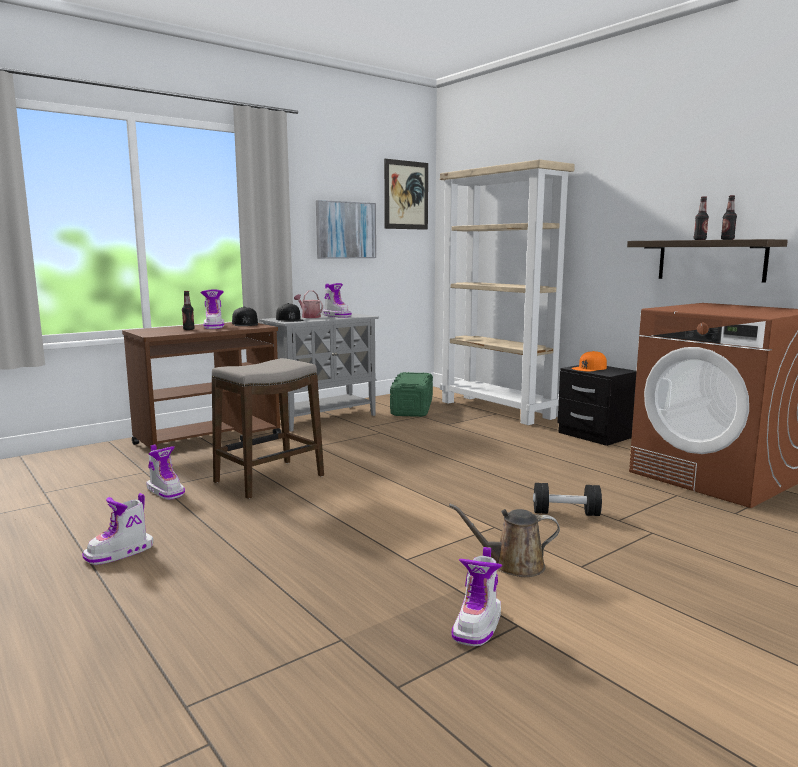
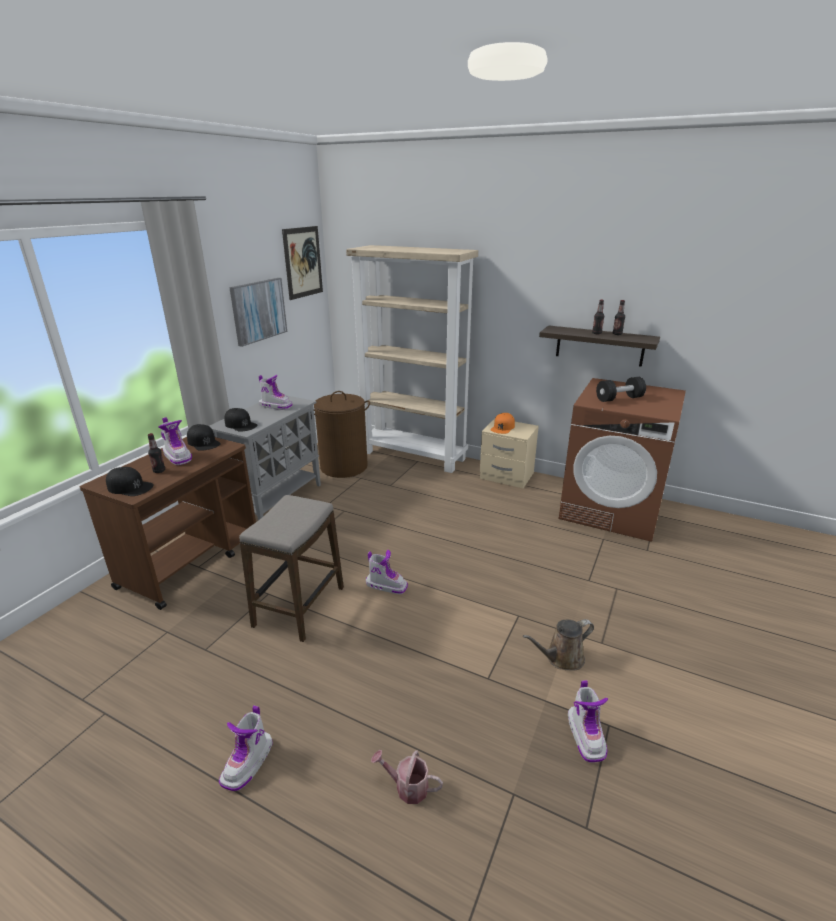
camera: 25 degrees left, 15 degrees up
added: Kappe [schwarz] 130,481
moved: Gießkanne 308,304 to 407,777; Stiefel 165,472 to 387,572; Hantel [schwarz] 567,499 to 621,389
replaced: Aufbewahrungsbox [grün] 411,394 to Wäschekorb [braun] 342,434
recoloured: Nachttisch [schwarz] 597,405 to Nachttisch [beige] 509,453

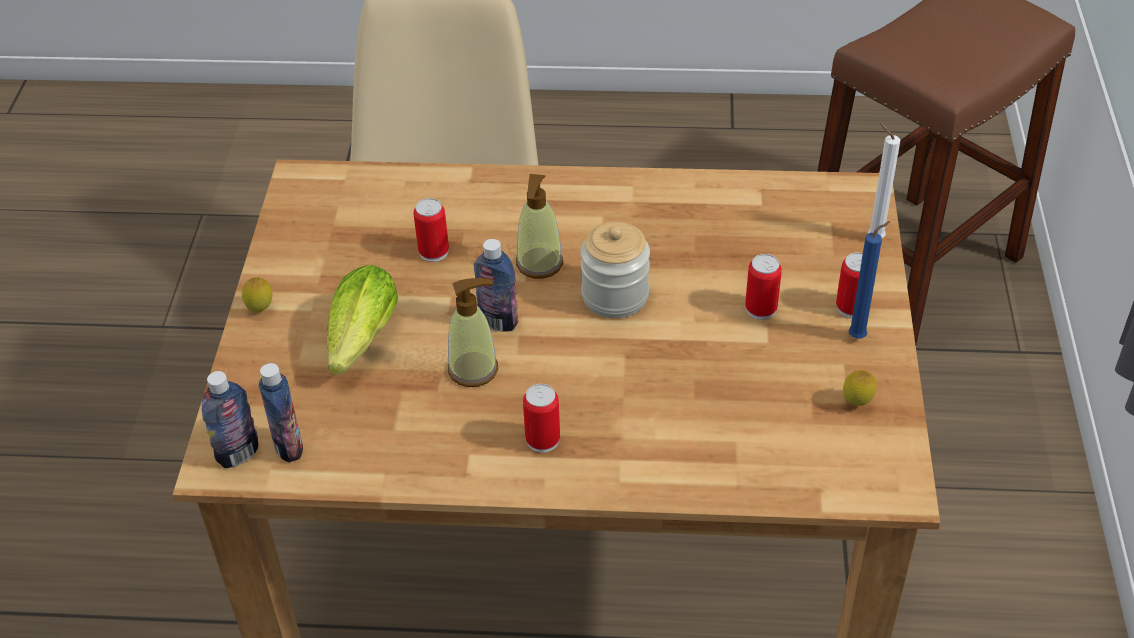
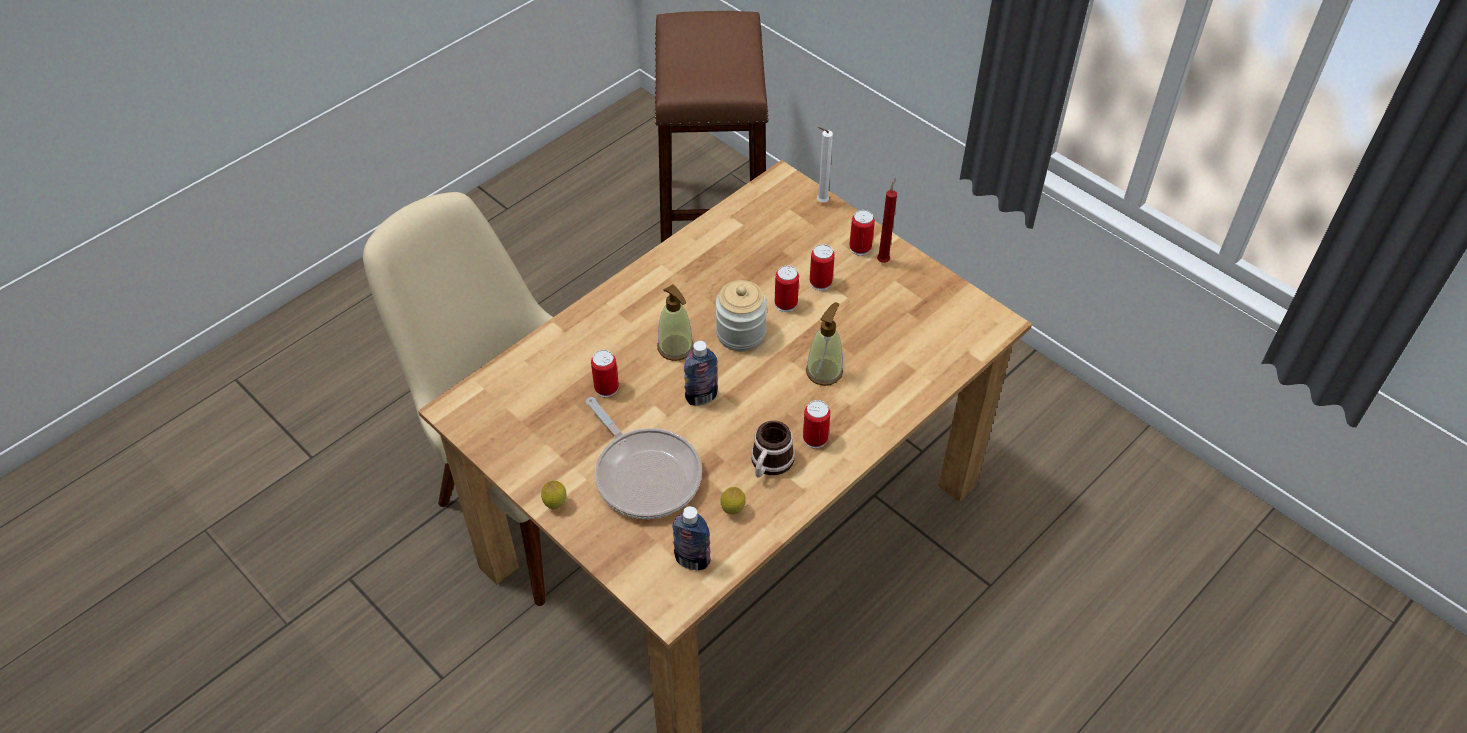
camera: 50 degrees left, 5 degrees up
removed: Flasche 230,419
added: Dose 787,288; Henkelbecher 773,449
moved: Seifenspender 473,332 to 824,344; Zitrone 860,388 to 733,501
replaced: Salatkopf 362,320 to Pfanne 644,458
recoloured: Kerze [blau] 869,280 to Kerze [rot] 887,220

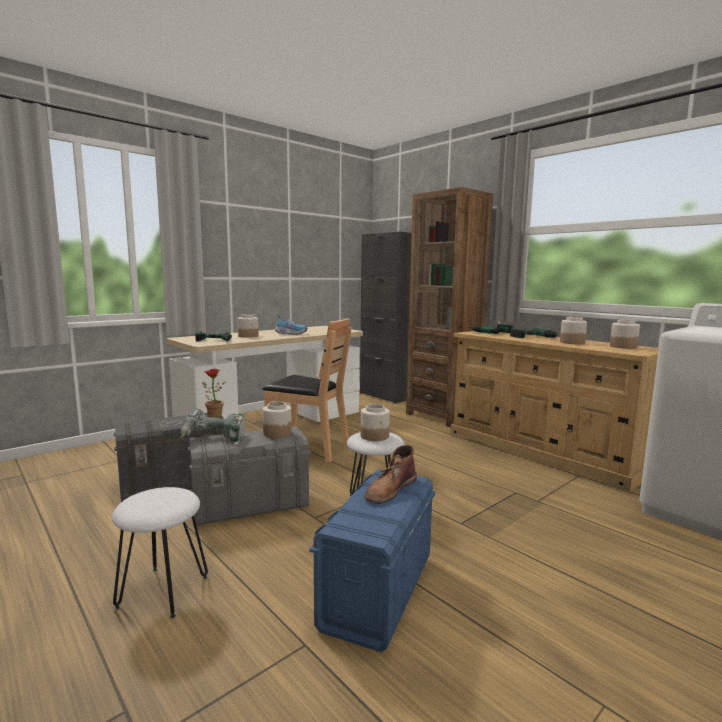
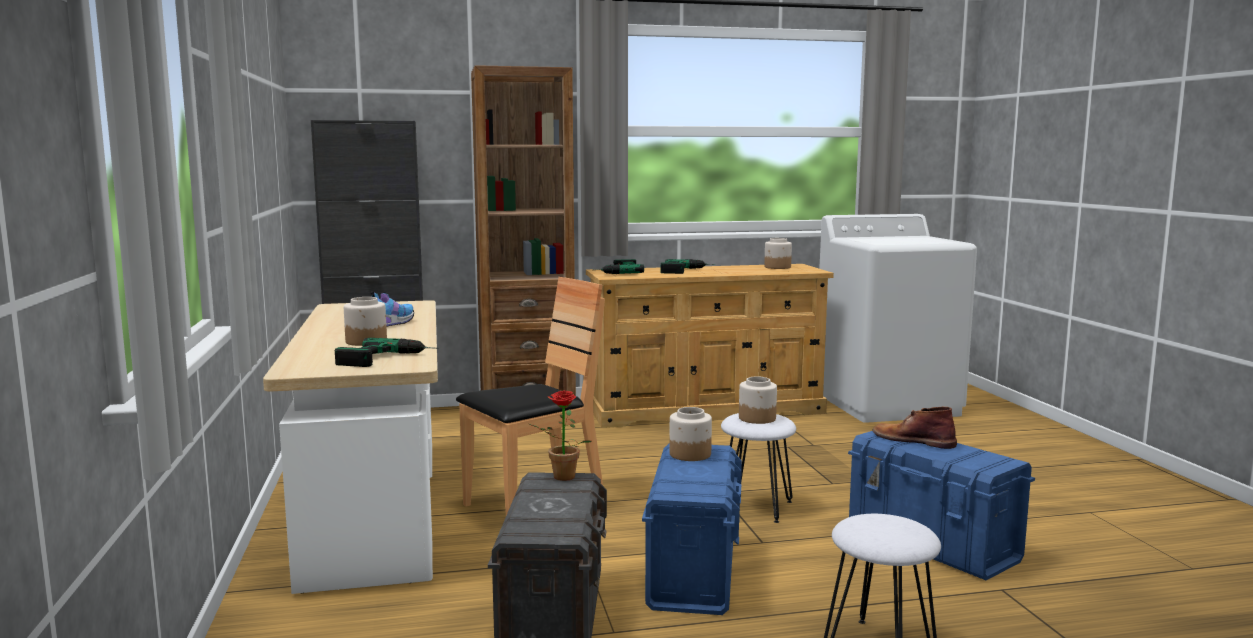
camera: 60 degrees left, 0 degrees up
removed: Vorratsglas 573,330; Bohrmaschine 213,426
recoloured: Aufbewahrungsbox [grau] 249,476 to Aufbewahrungsbox [blau] 692,529
turned: Stiefel [braun] 390,474 = 915,427 150 degrees clockwise

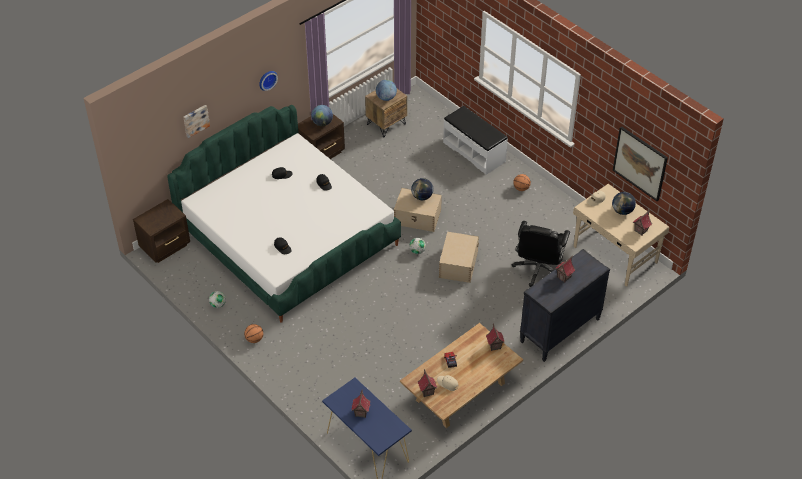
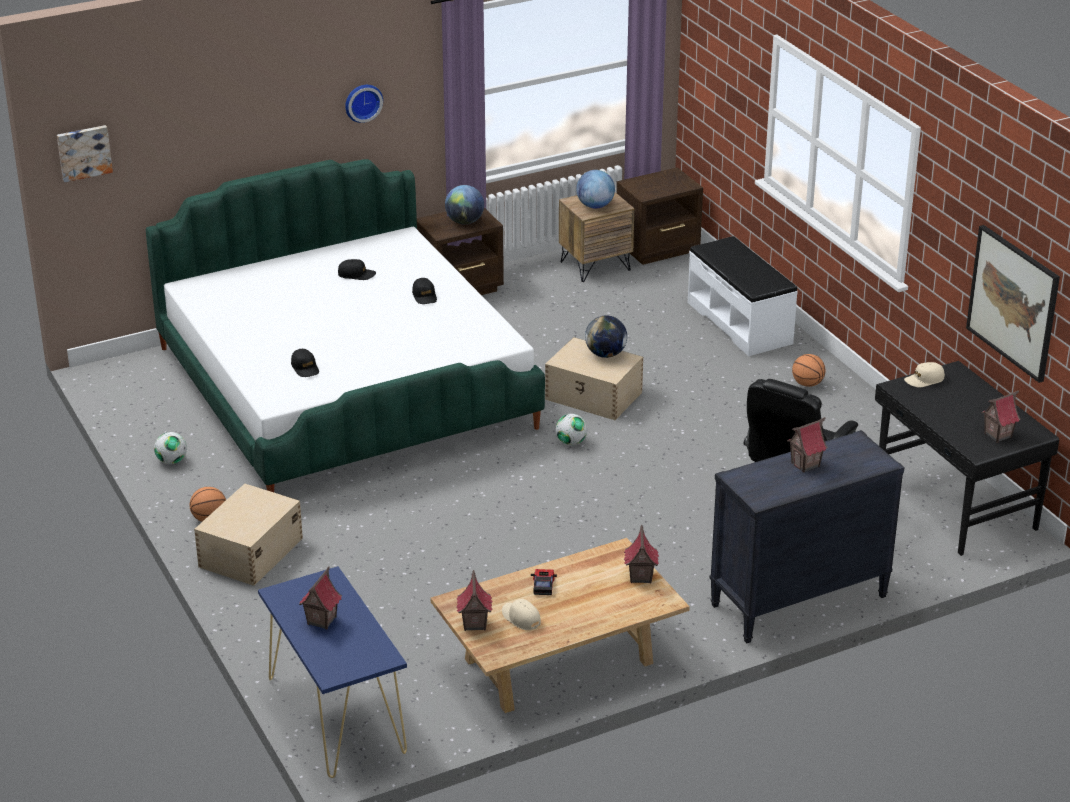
camera: 15 degrees right, 15 degrees down
removed: Globus 624,203
moved: Bild 196,121 to 85,153; Nachttisch [braun] 161,231 to 659,216; Aufbewahrungsbox [beige] 459,257 to 248,535
recoloured: Schreibtisch [beige] 621,235 to Schreibtisch [schwarz] 967,458

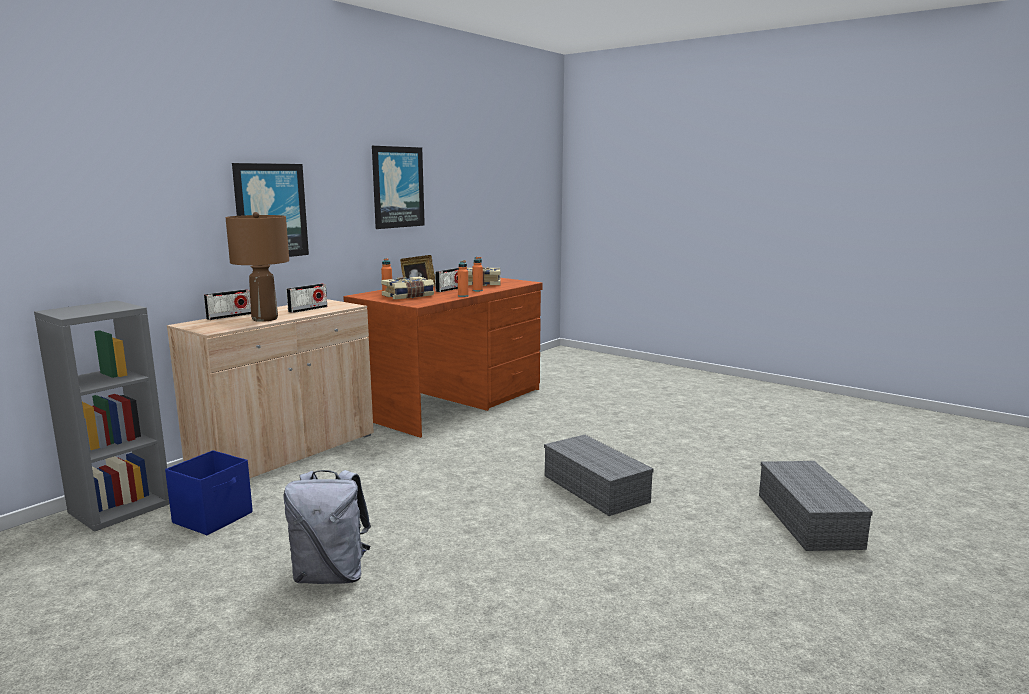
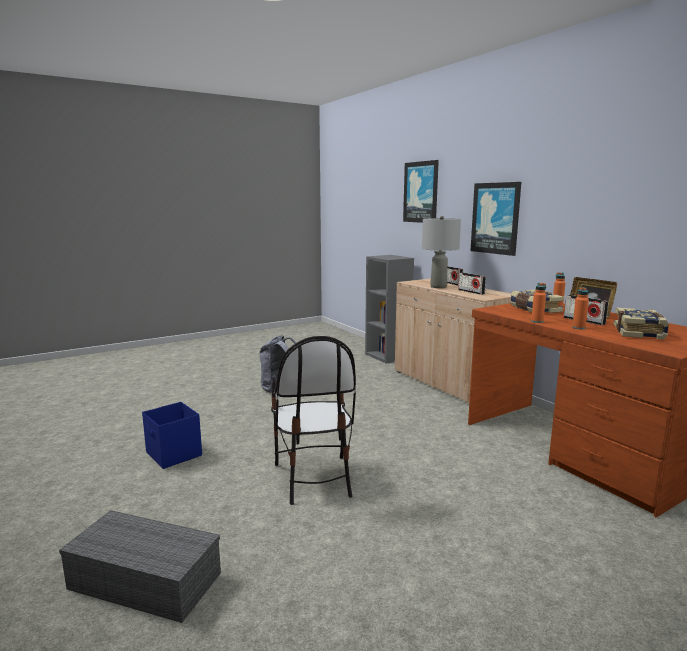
camera: 110 degrees right, 0 degrees up
moved: Bild 398,187 to 421,191; Aufbewahrungsbox [blau] 209,492 to 172,435
replaced: Aufbewahrungsbox [grau] 599,475 to Stuhl 313,420
recoloured: Tischlampe [braun] 257,267 to Tischlampe [grau] 441,252

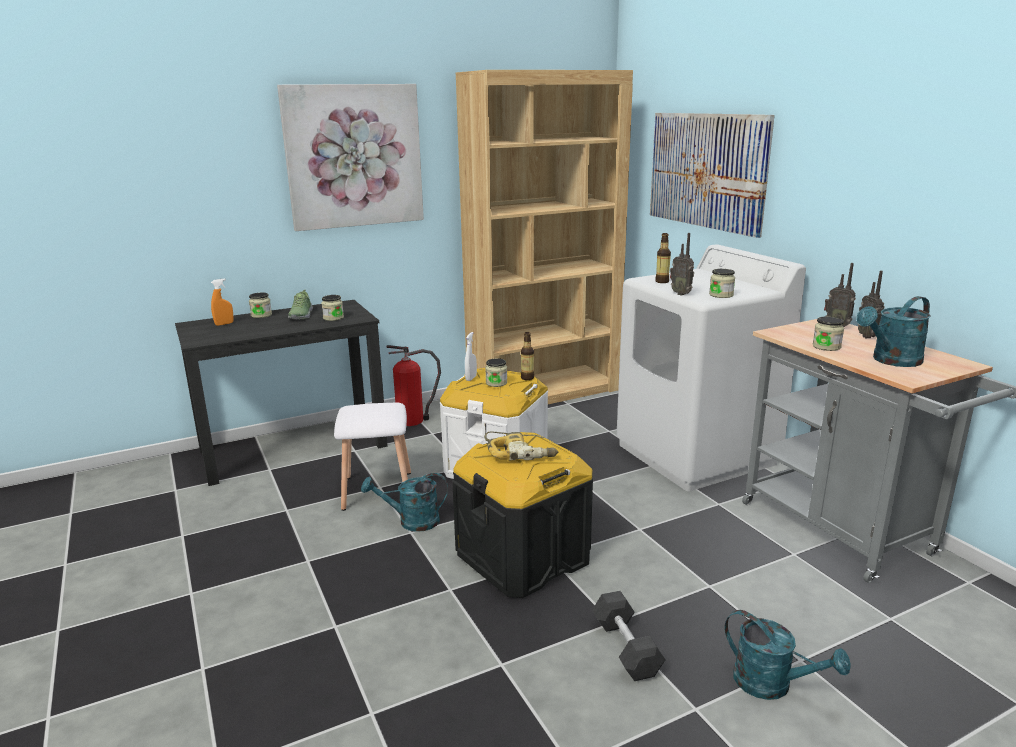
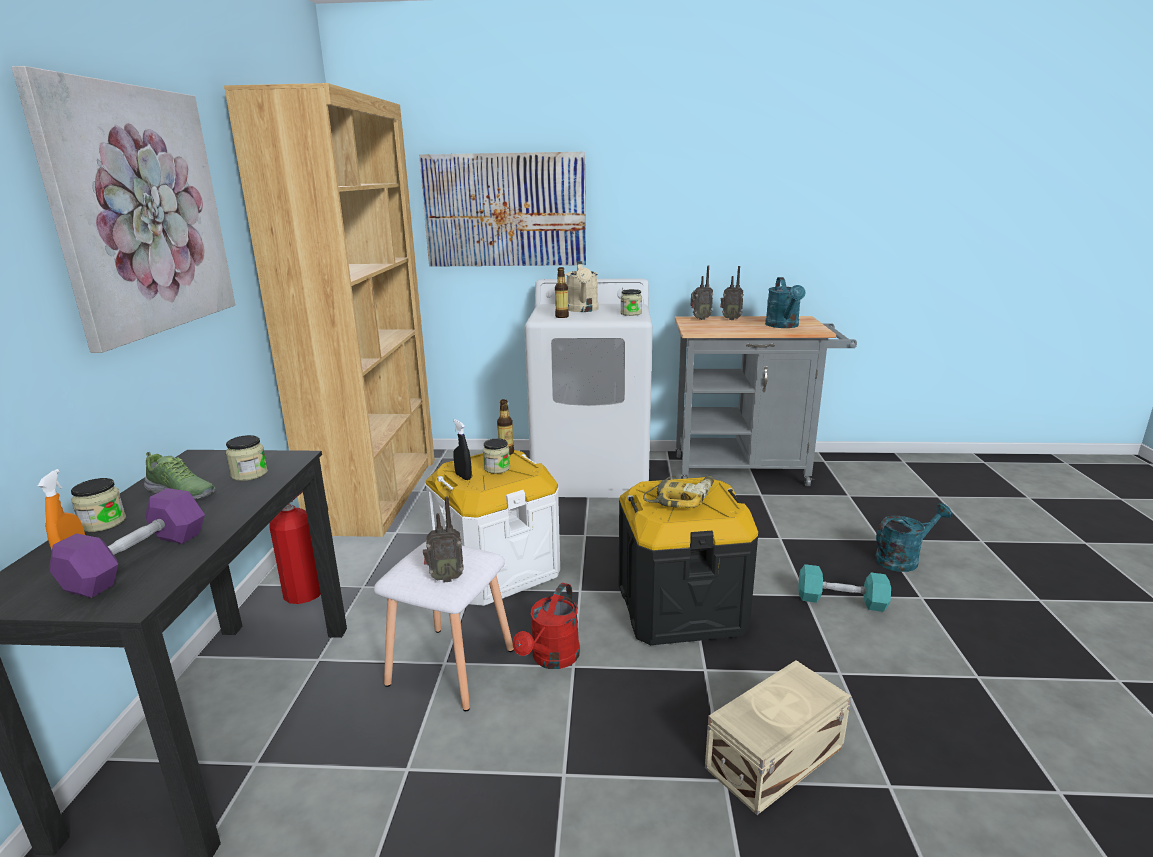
camera: 60 degrees left, 0 degrees up
removed: Vorratsglas 828,333
added: Gießkanne [beige] 582,286; Hantel [lila] 127,543; Aufbewahrungsbox [beige] 778,737
moved: Radio 682,264 to 443,539
recoloured: Sprühflasche [weiß] 471,356 to Sprühflasche [schwarz] 462,449; Gießkanne [türkis] 404,502 to Gießkanne [rot] 546,626; Hantel [grau] 628,636 to Hantel [türkis] 844,588

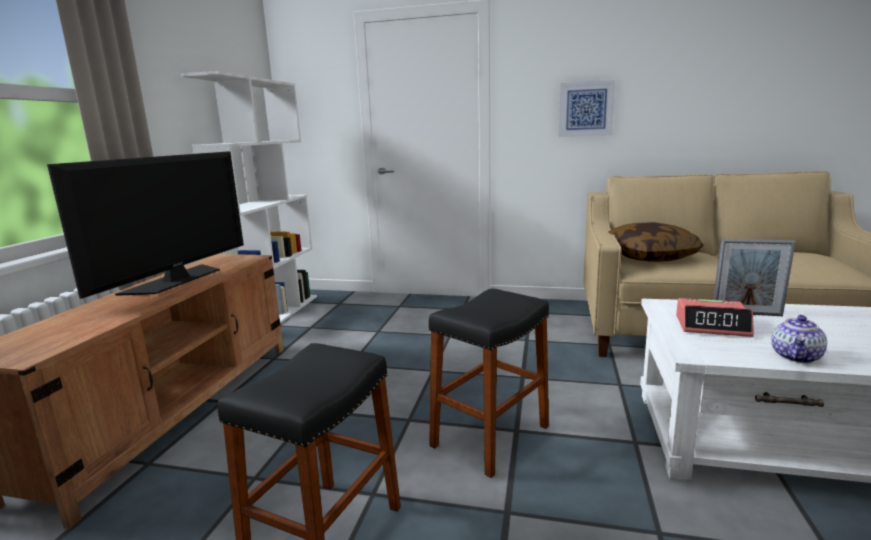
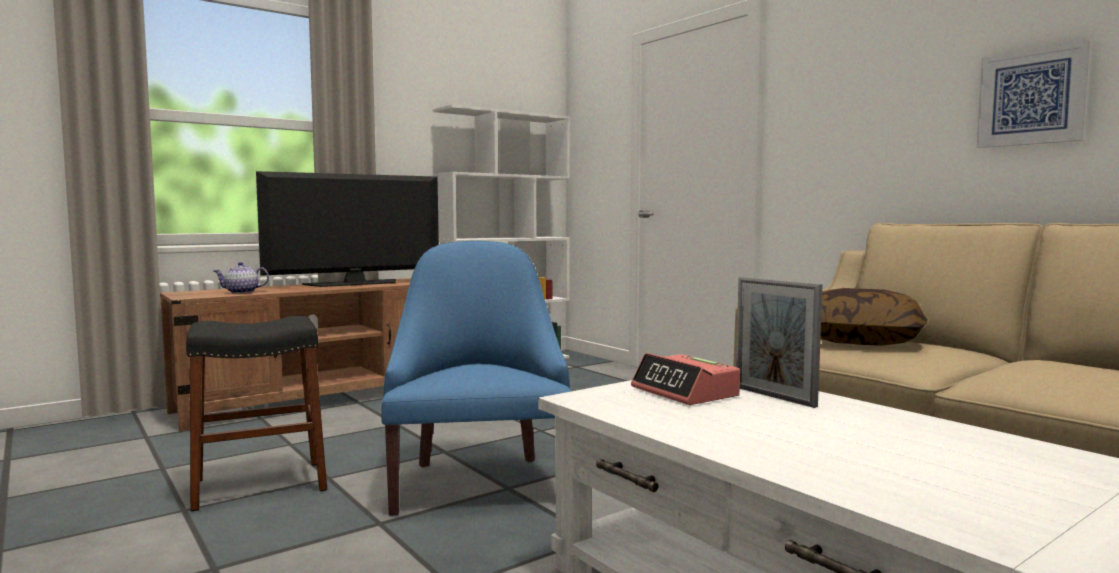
camera: 40 degrees right, 10 degrees down
moved: Bild 587,108 to 1033,94; Teekanne 799,339 to 241,277
replaced: Hocker [schwarz] 489,383 to Sessel [blau] 476,378

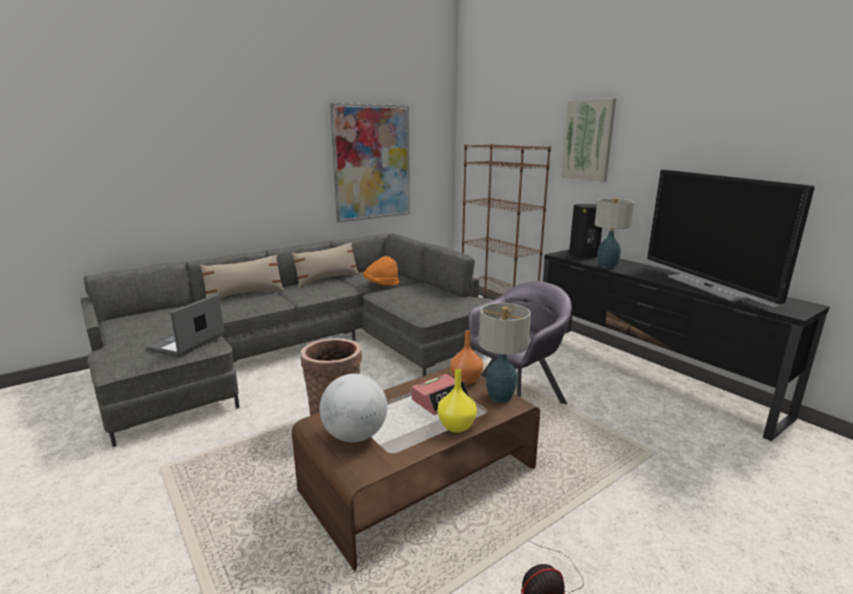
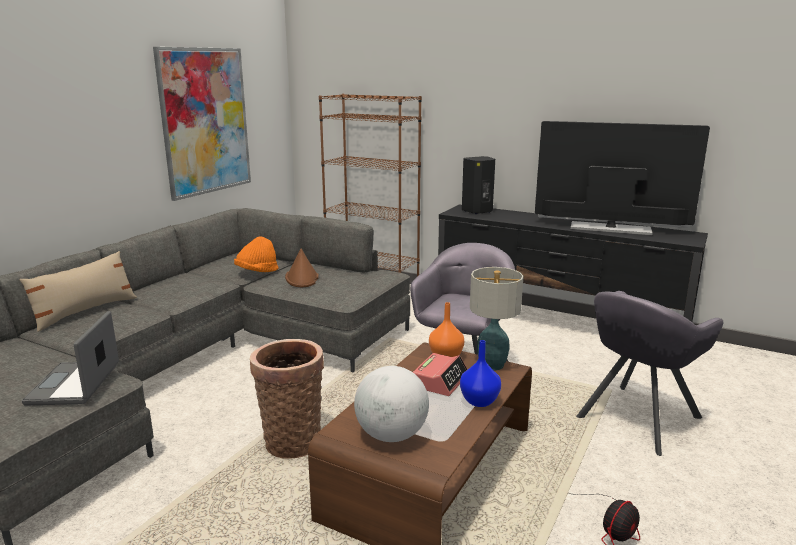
camera: 25 degrees left, 0 degrees up
removed: Bild 588,140; Tischlampe 614,233; Kissen [beige] 325,265
added: Hut [braun] 302,268; Sessel [grau] 649,373
recoloured: Vase [gelb] 457,401 to Vase [blau] 480,373
turned: Fernseher 731,238 = 622,178 150 degrees clockwise

